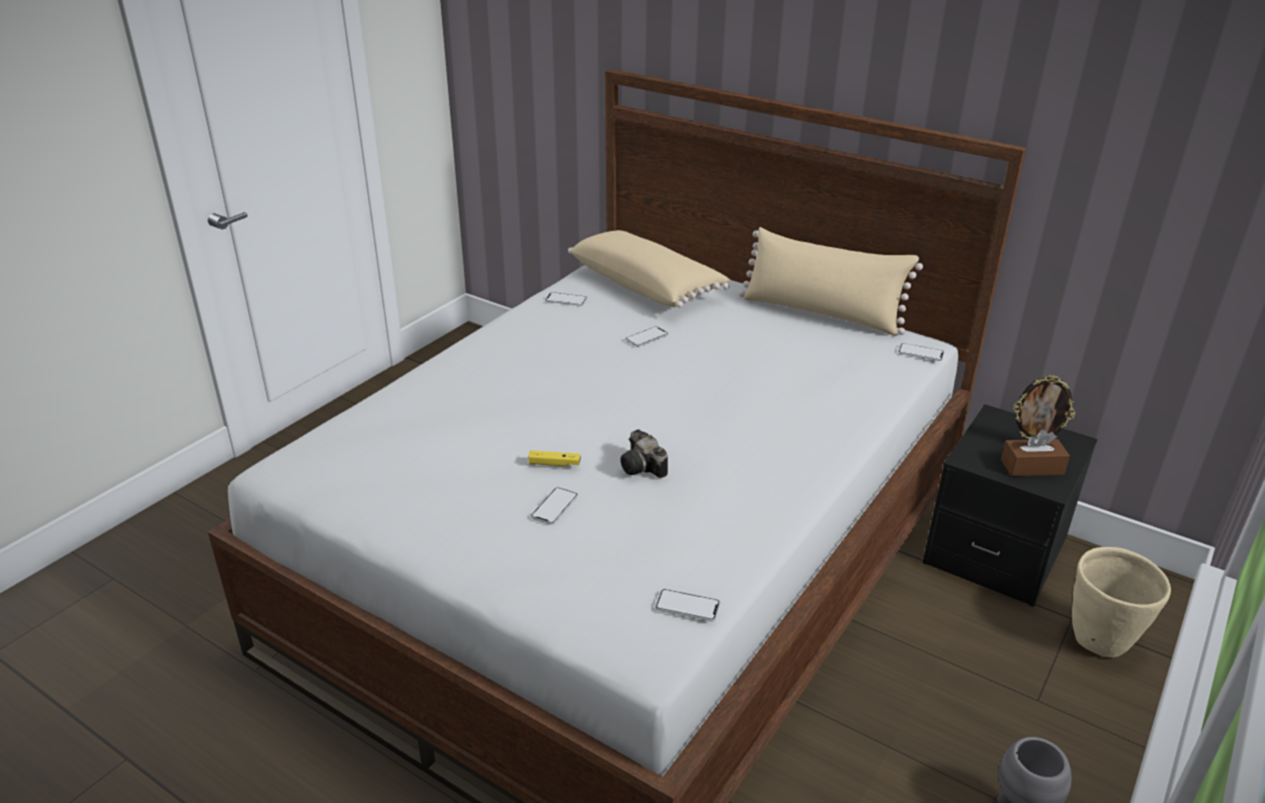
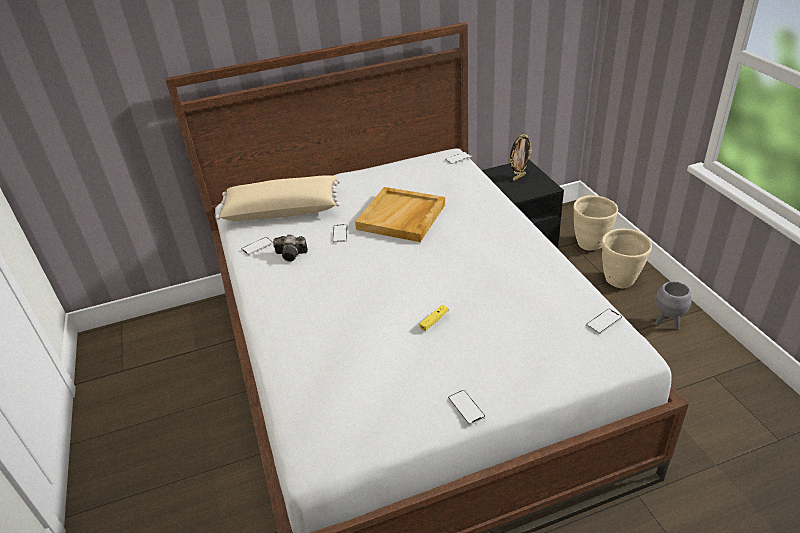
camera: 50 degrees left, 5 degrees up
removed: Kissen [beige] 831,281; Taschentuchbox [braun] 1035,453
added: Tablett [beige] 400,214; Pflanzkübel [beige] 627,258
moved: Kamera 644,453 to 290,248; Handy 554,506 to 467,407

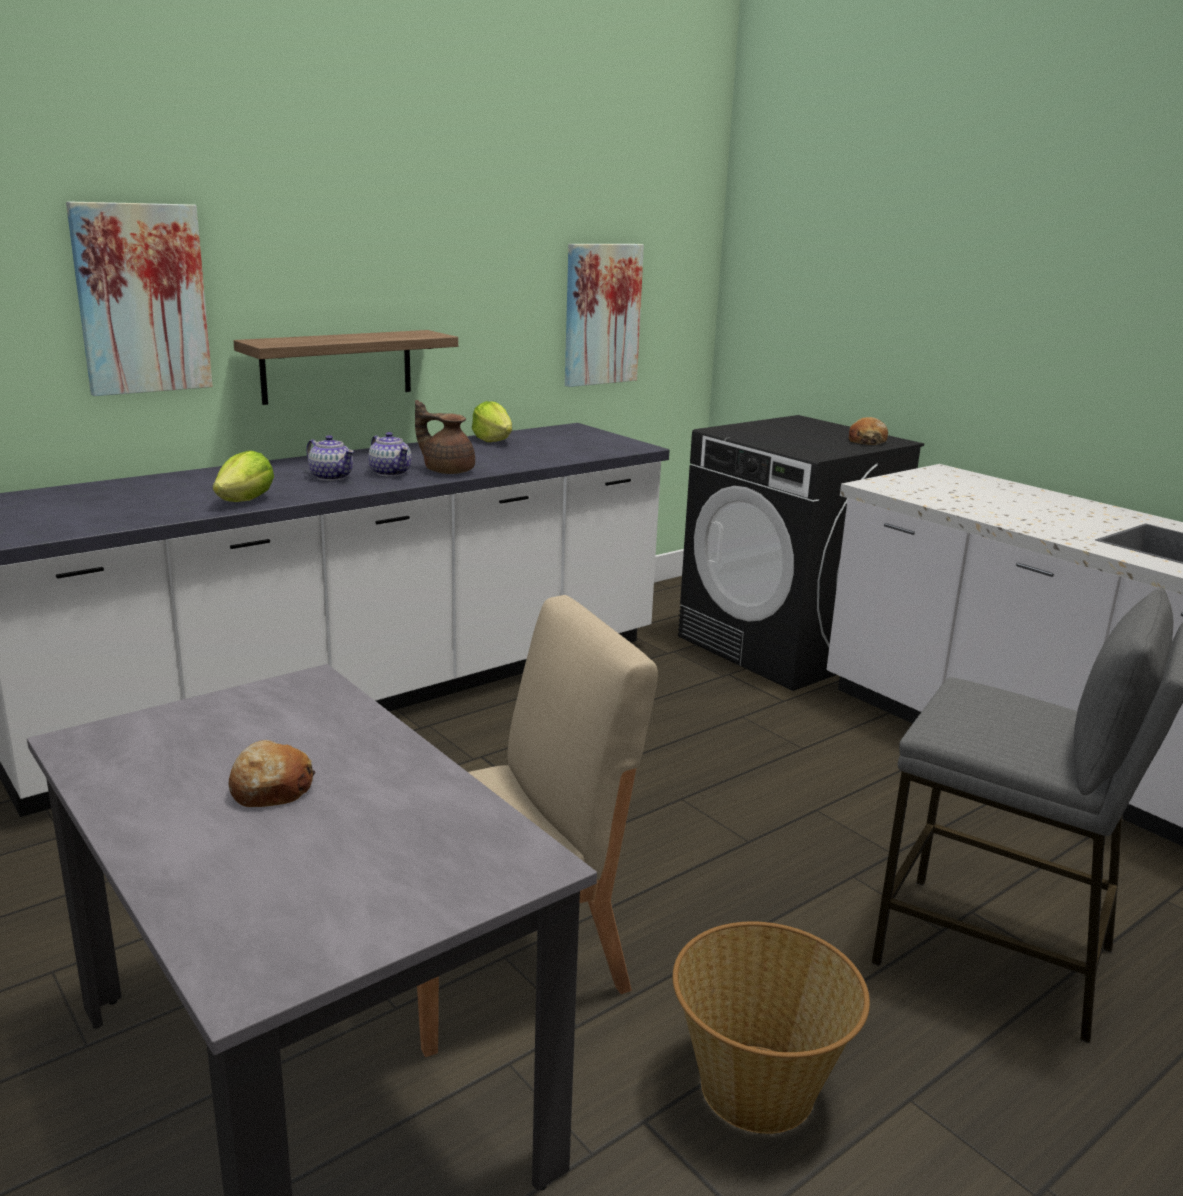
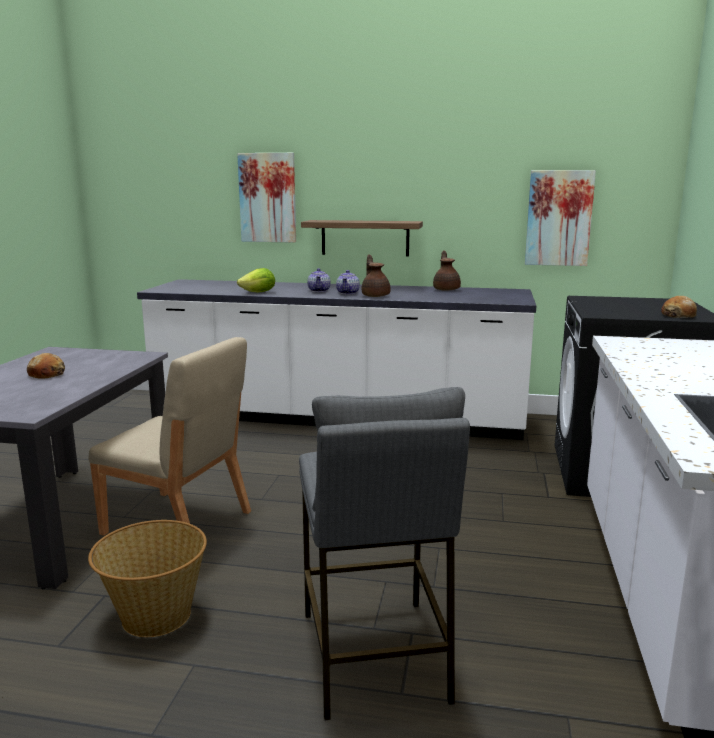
camera: 50 degrees right, 5 degrees down
replaced: Salatkopf 492,421 to Teekanne [braun] 447,270

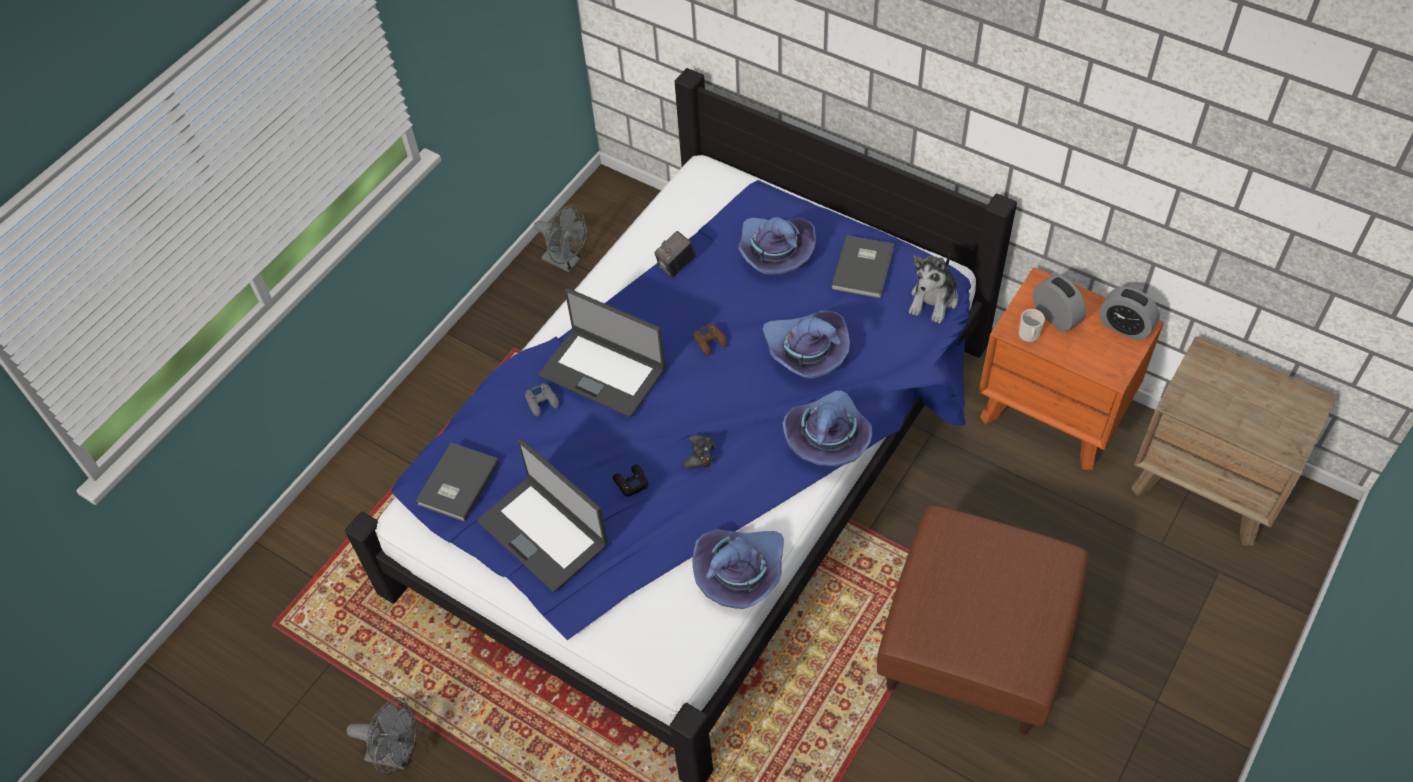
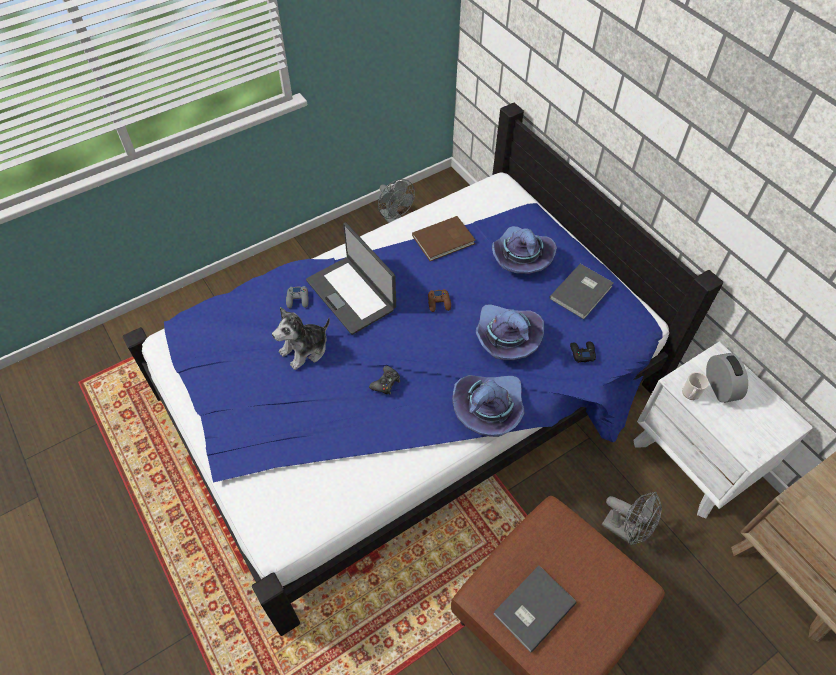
camera: 20 degrees right, 0 degrees up
removed: Wecker 1129,314; Laptop 542,515; Hut [lila] 738,569
moved: Plüschtier 933,288 to 301,338; Buch [grau] 457,482 to 535,609; Gamepad [schwarz] 630,481 to 583,351; Ventilator [grau] 381,736 to 632,518
replaced: Kamera 675,254 to Buch [braun] 443,238
recoloured: Nachttisch [orange] 1071,368 to Nachttisch [weiß] 723,430

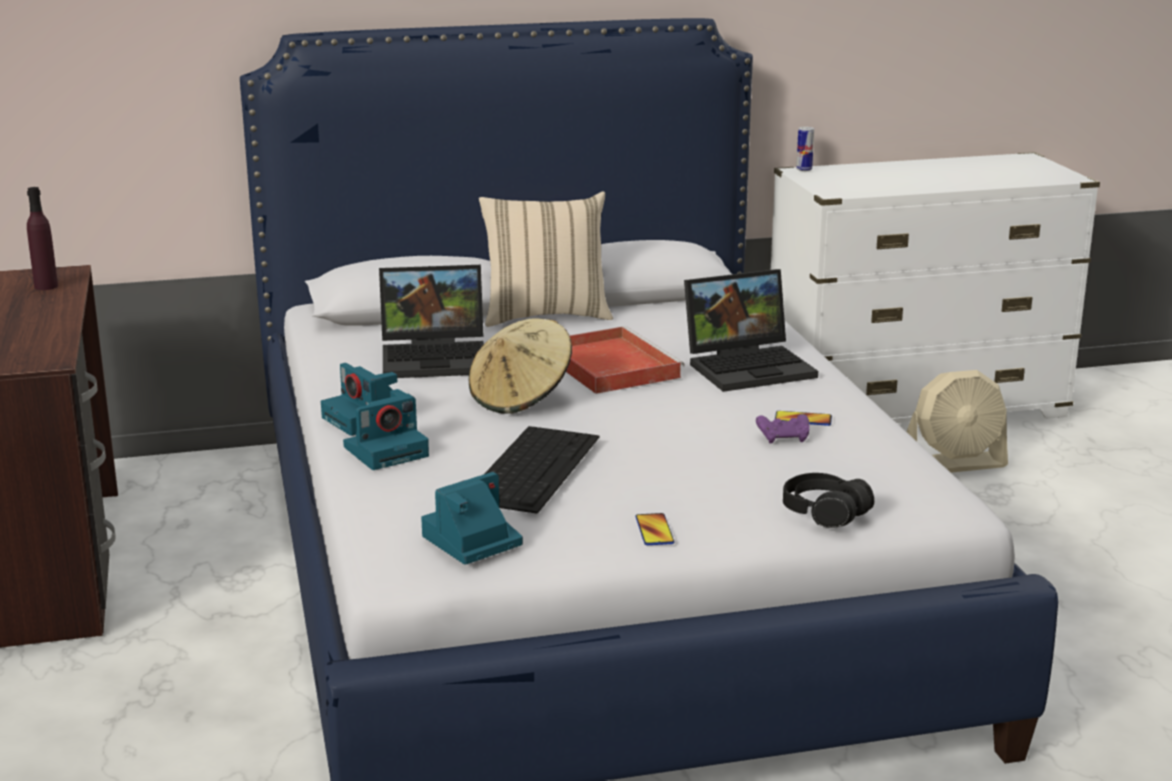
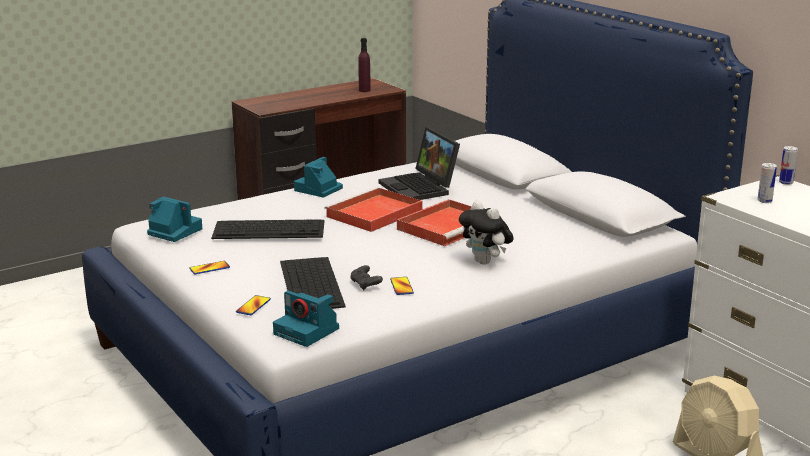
camera: 70 degrees right, 0 degrees up
removed: Kissen [beige] 546,259
added: Dose 767,183; Tastatur 313,283
moved: Kamera 386,429 to 306,319
replaced: Laptop 751,330 to Plüschtier 486,233; Hut [beige] 520,366 to Tablett [rot] 373,209; Kopfhörer [schwarz] 828,500 to Handy 253,305
recoloured: Gamepad [lila] 783,429 to Gamepad [schwarz] 366,277

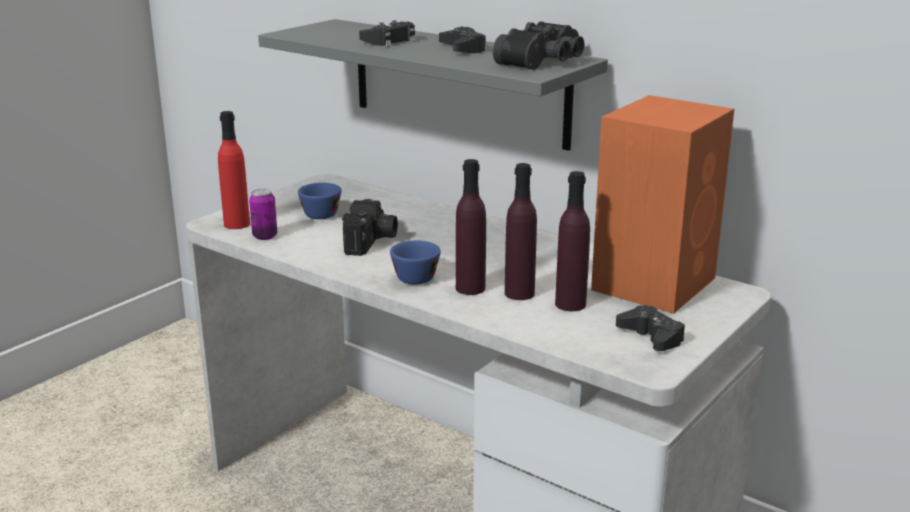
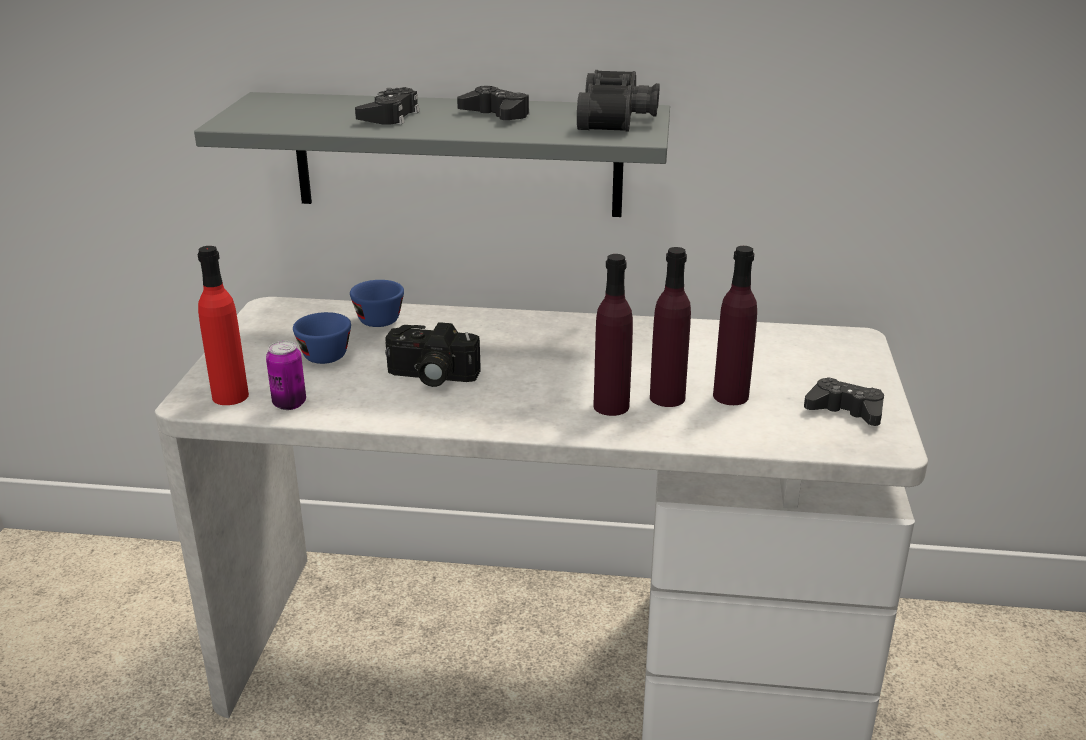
camera: 30 degrees left, 5 degrees up
removed: Lautsprecher [orange] 662,204
moved: Tasse [blau] 415,262 to 377,303
turned: Kamera 370,227 = 433,354 120 degrees clockwise

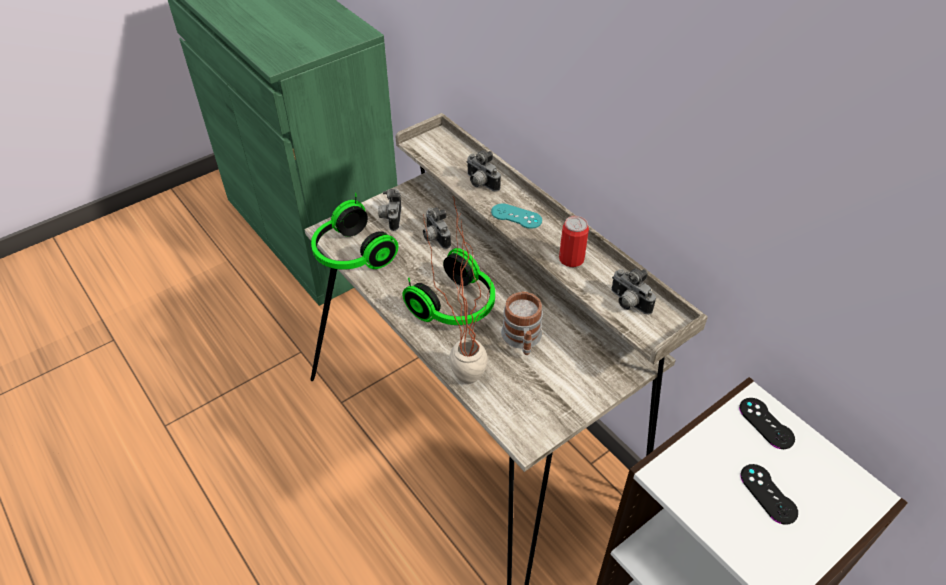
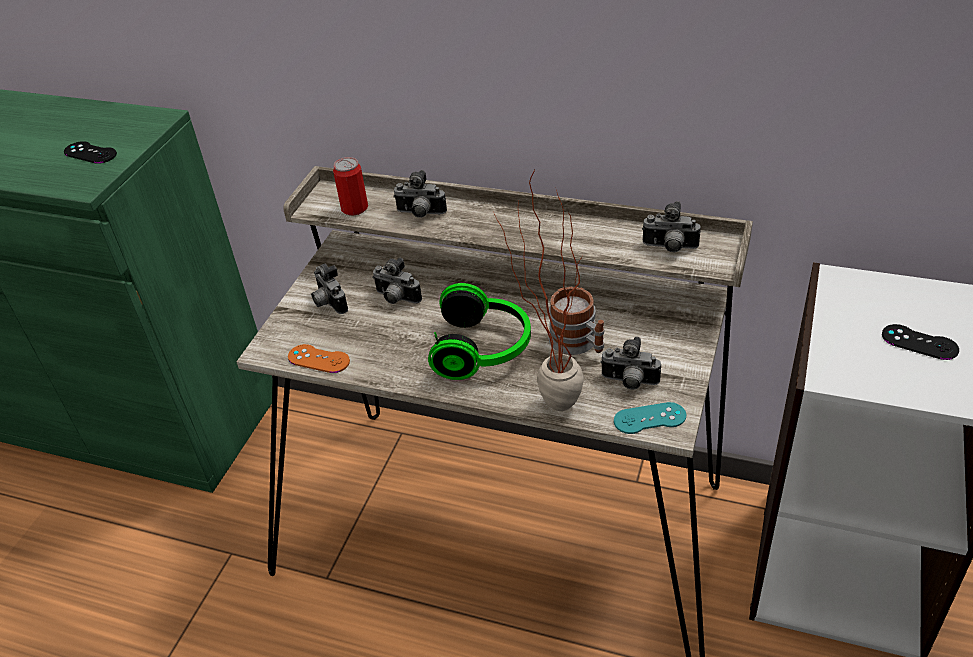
camera: 30 degrees left, 5 degrees down
added: Kamera 630,363
moved: Gamepad [türkis] 516,216 to 650,418; Dose 574,241 to 350,186; Gamepad [schwarz] 767,423 to 90,152
replaced: Kopfhörer 354,231 to Gamepad [orange] 319,358

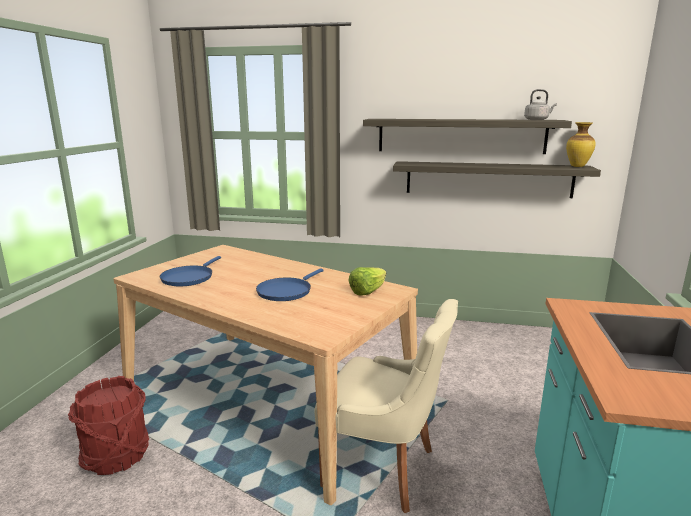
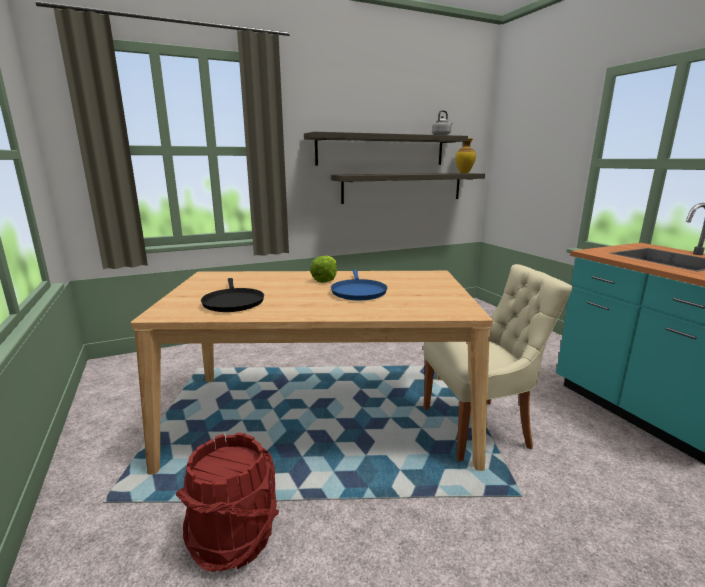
camera: 35 degrees left, 0 degrees up
moved: Salatkopf 367,281 to 323,269
recoloured: Pfanne [blau] 190,271 to Pfanne [schwarz] 232,295

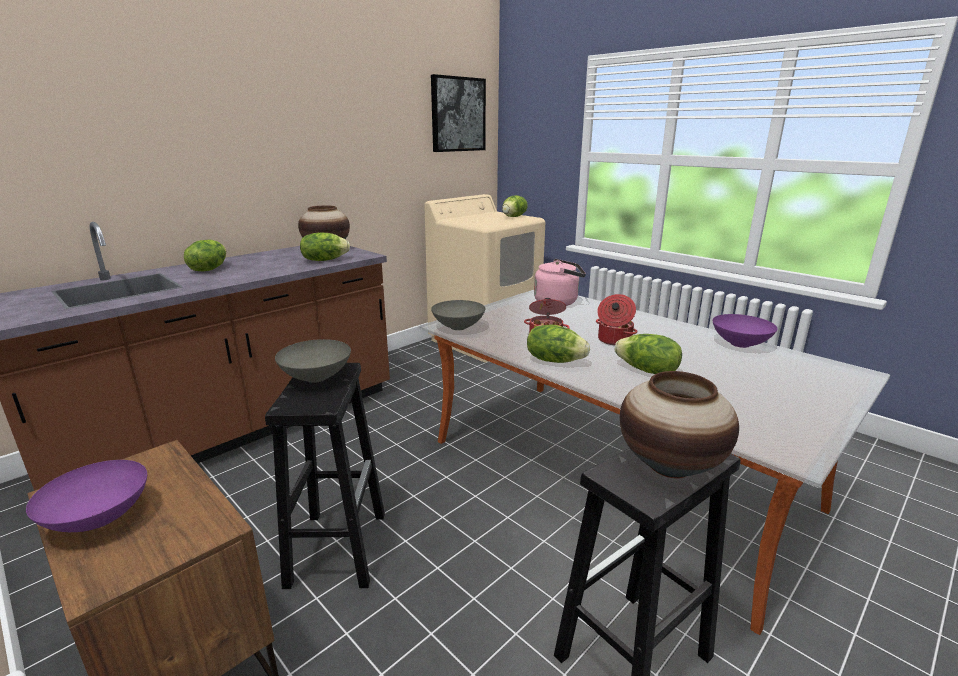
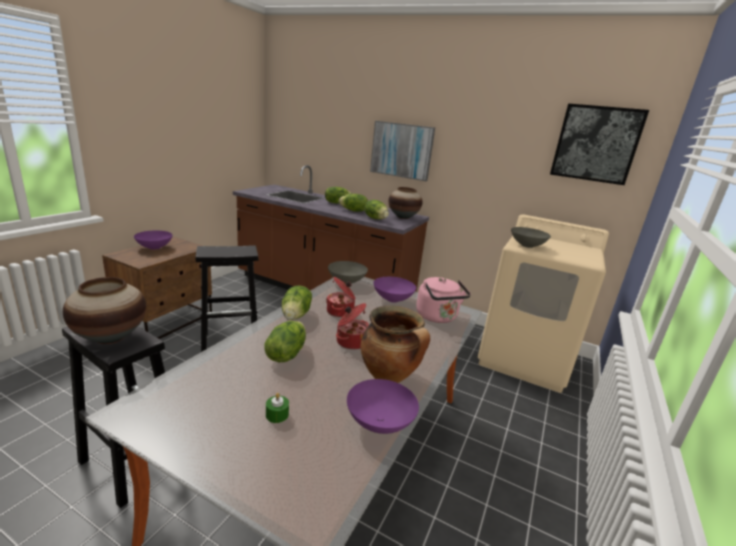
camera: 70 degrees right, 0 degrees up
added: Bild 402,151; Schüssel [lila] 394,289; Kochtopf 395,344; Kerze [grün] 277,408
moved: Salatkopf 514,206 to 353,203; Schüssel [grau] 313,361 to 531,237

